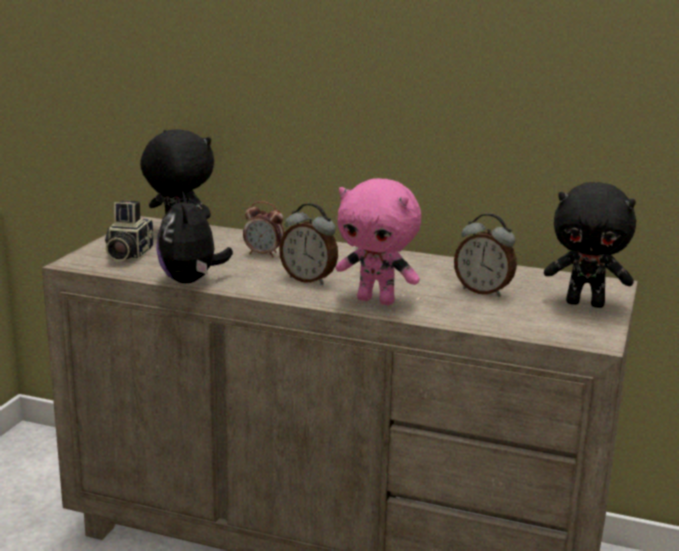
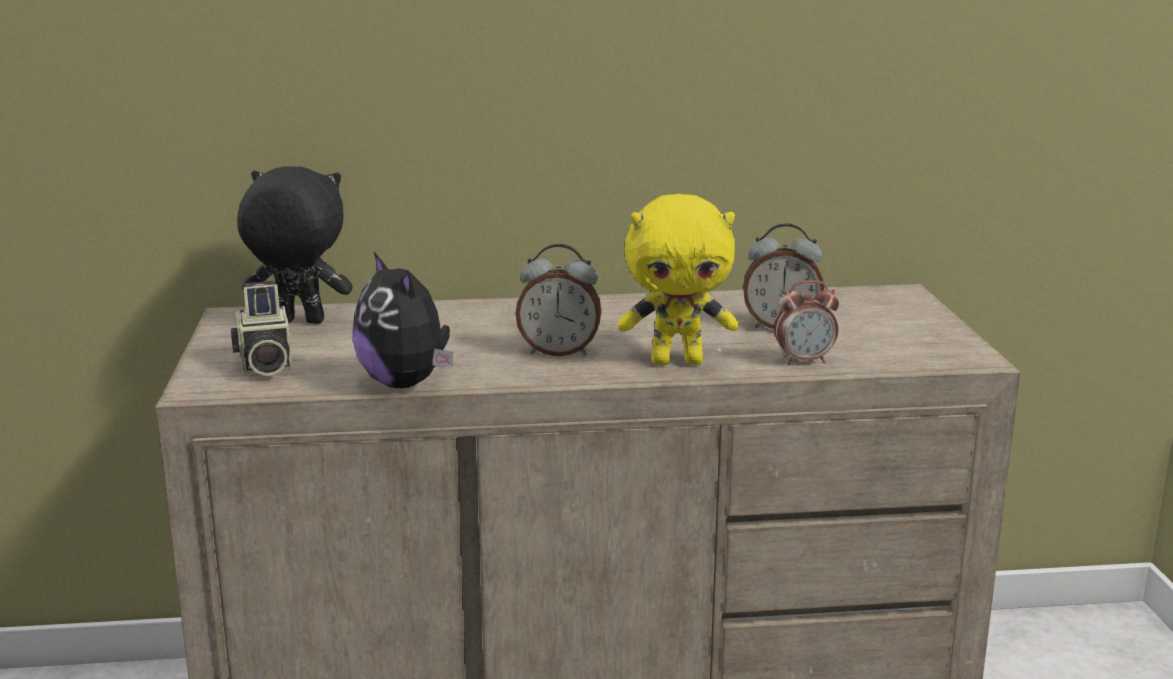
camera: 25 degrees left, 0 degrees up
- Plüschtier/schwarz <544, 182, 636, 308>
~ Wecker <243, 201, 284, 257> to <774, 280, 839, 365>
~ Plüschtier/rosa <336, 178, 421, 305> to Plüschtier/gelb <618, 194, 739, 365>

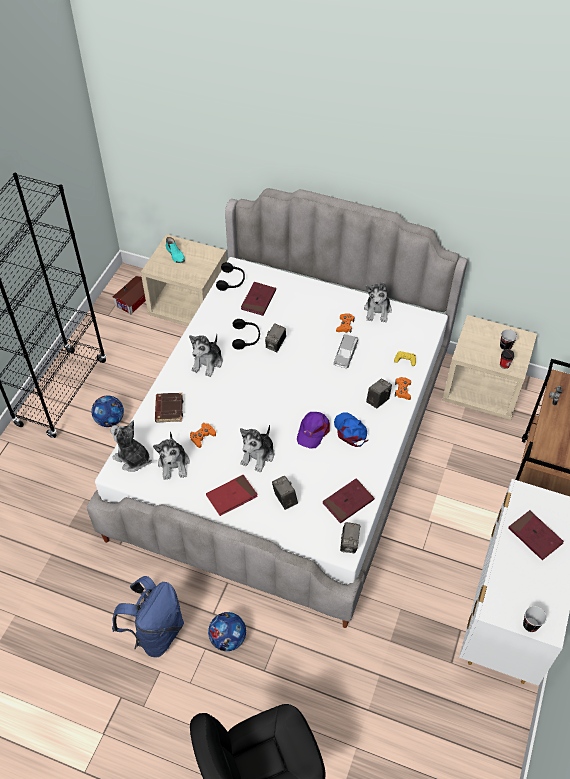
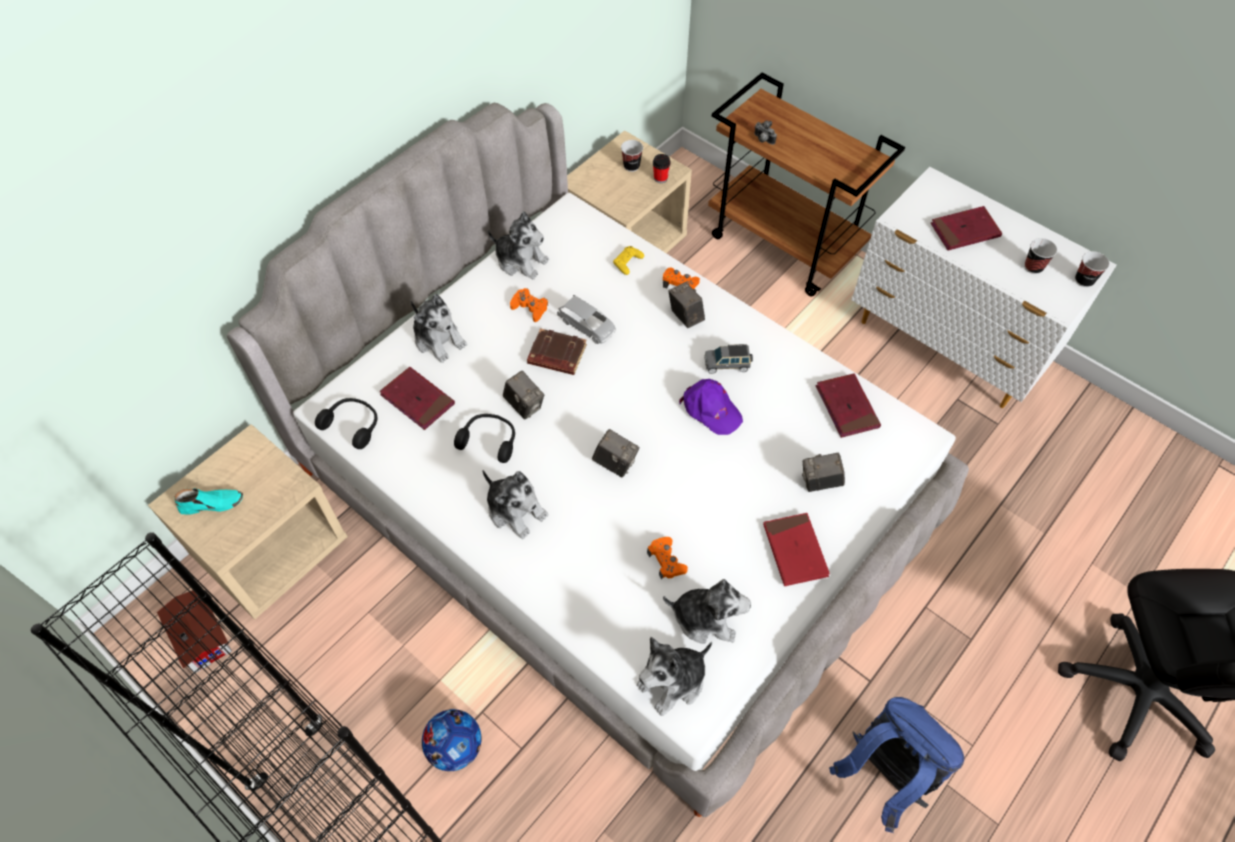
camera: 70 degrees left, 5 degrees up
- Fußball <208, 612, 246, 651>
+ Tasse <1025, 238, 1057, 274>
~ Buch/braun <155, 393, 183, 422> to <527, 328, 587, 375>
~ Plüschtier <240, 425, 275, 472> to <411, 294, 467, 363>
~ Kamera <340, 522, 361, 553> to <592, 429, 639, 477>
~ Kappe/blau <334, 412, 369, 447> to Spielzeugauto/grau <705, 344, 753, 374>

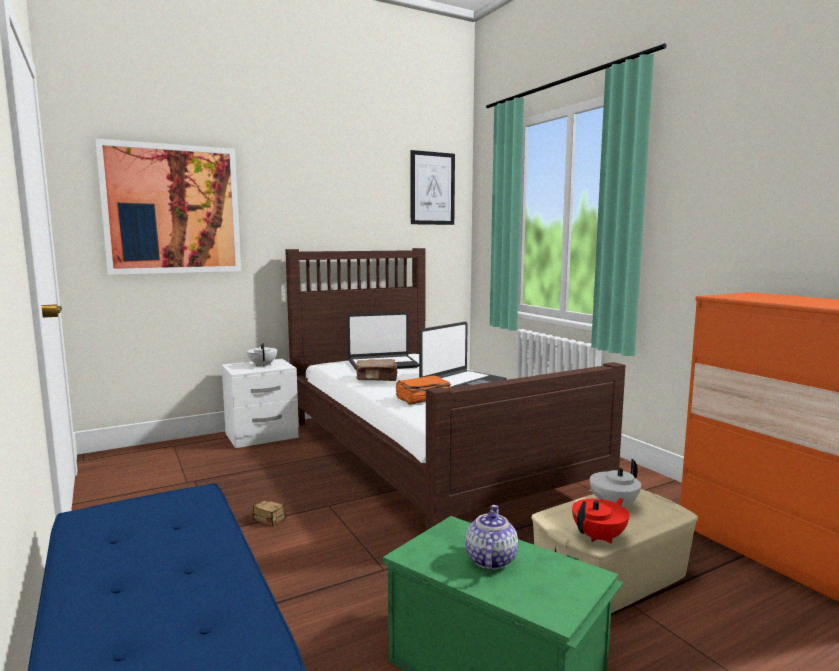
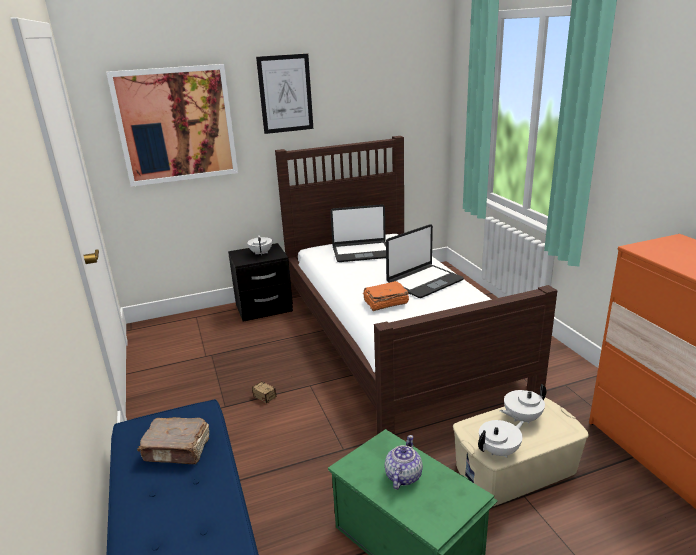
camera: 10 degrees right, 15 degrees up
~ Buch/braun <356, 359, 398, 381> to <137, 417, 209, 464>
~ Bild <410, 150, 455, 225> to <256, 54, 313, 134>
~ Nachttisch/weiß <221, 359, 299, 448> to Nachttisch/schwarz <228, 243, 293, 322>
~ Teekanne/rot <572, 498, 629, 544> to Teekanne/weiß <478, 420, 524, 458>

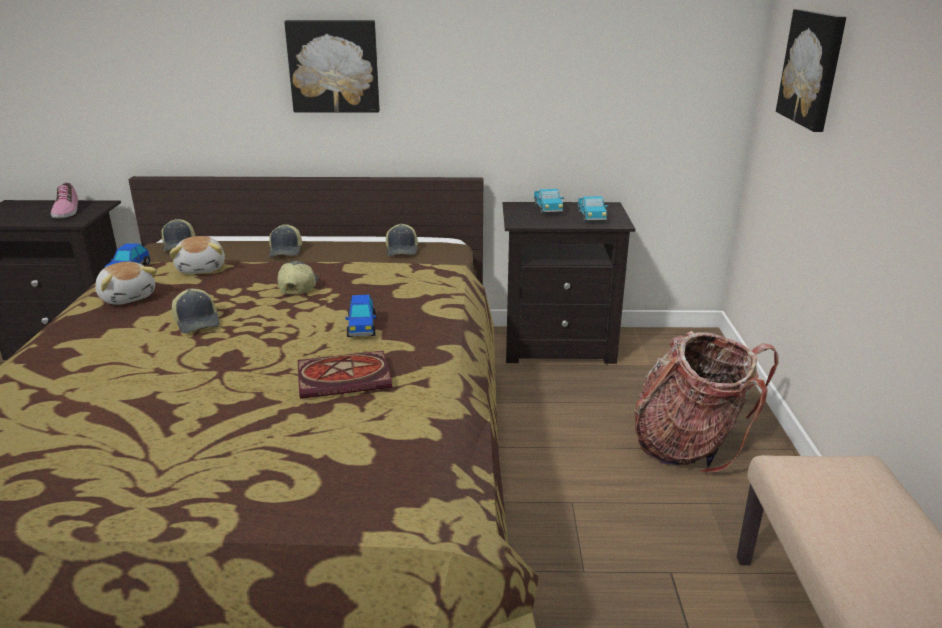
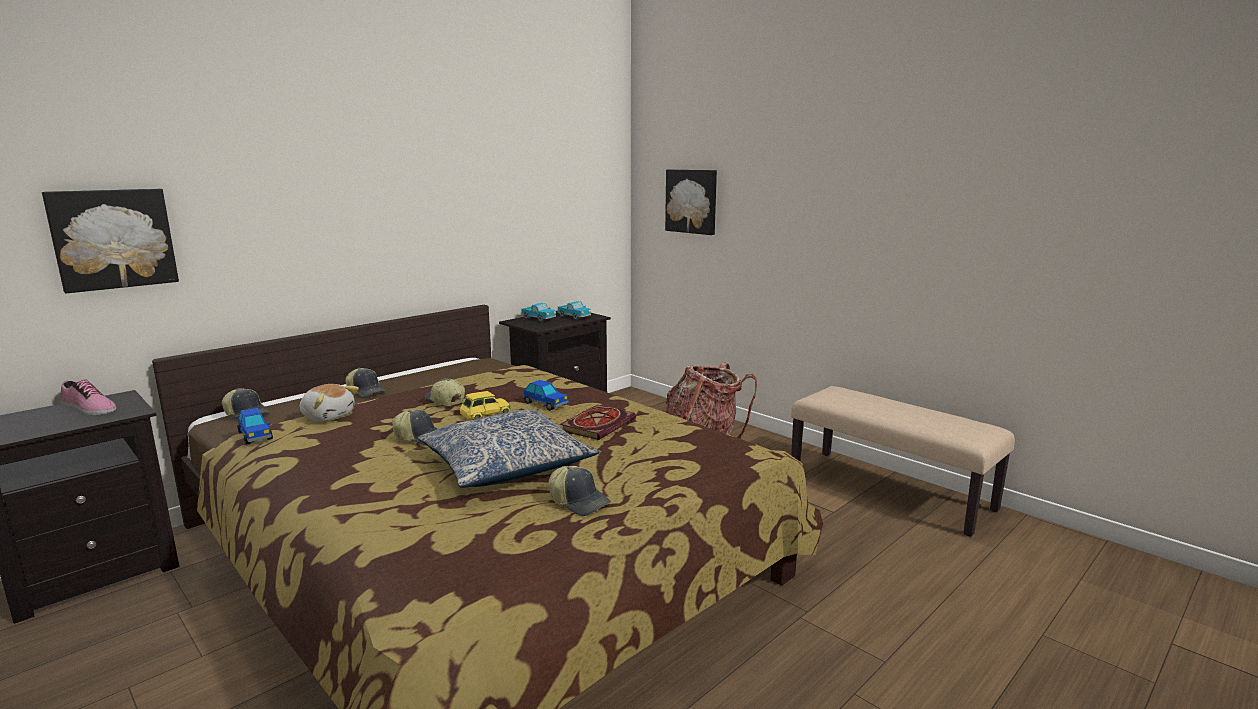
camera: 45 degrees left, 10 degrees down
- Plüschtier <95, 262, 157, 305>
+ Kissen <418, 410, 600, 488>
+ Spielzeugauto/gelb <459, 391, 511, 419>
~ Bild <284, 20, 380, 113> to <42, 189, 179, 293>
~ Kappe <386, 224, 418, 256> to <548, 466, 611, 516>

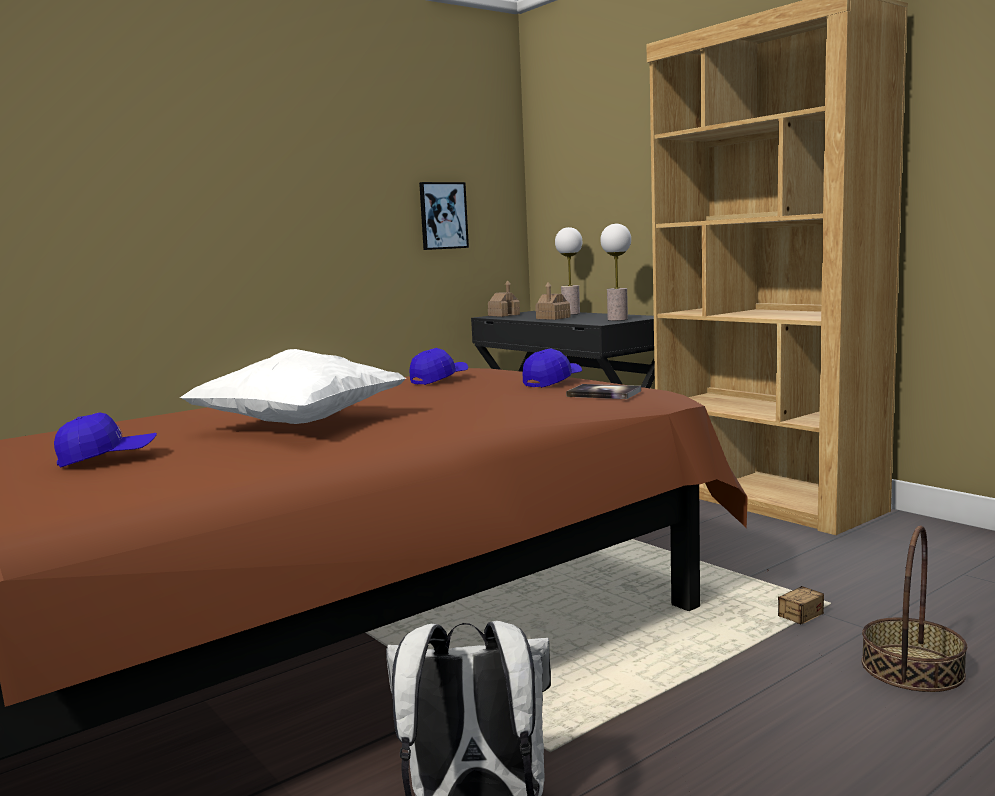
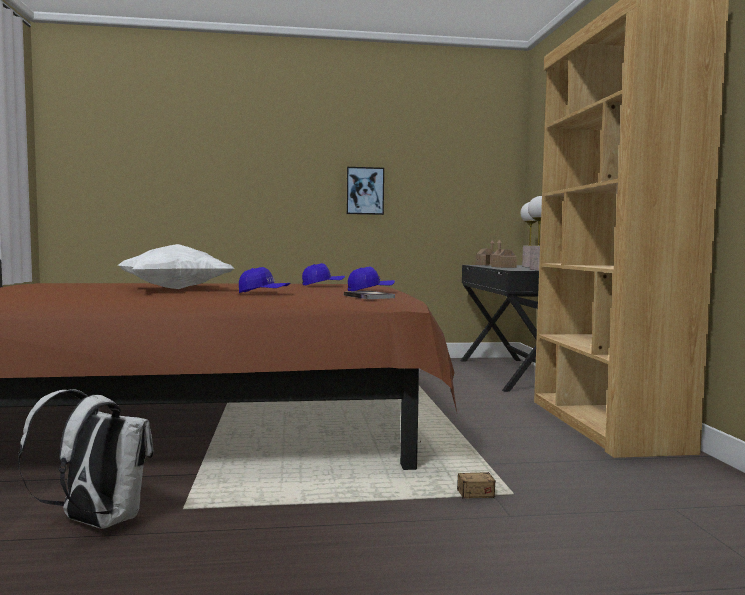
camera: 30 degrees right, 5 degrees down
- Korb <862, 525, 967, 692>
~ Kappe/blau <54, 412, 157, 468> to <239, 267, 290, 293>
~ Bild <419, 182, 469, 250> to <347, 167, 384, 215>

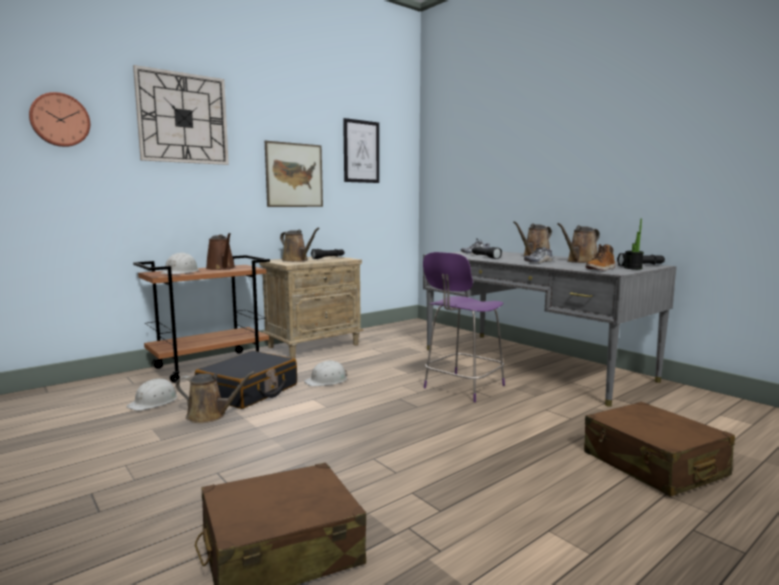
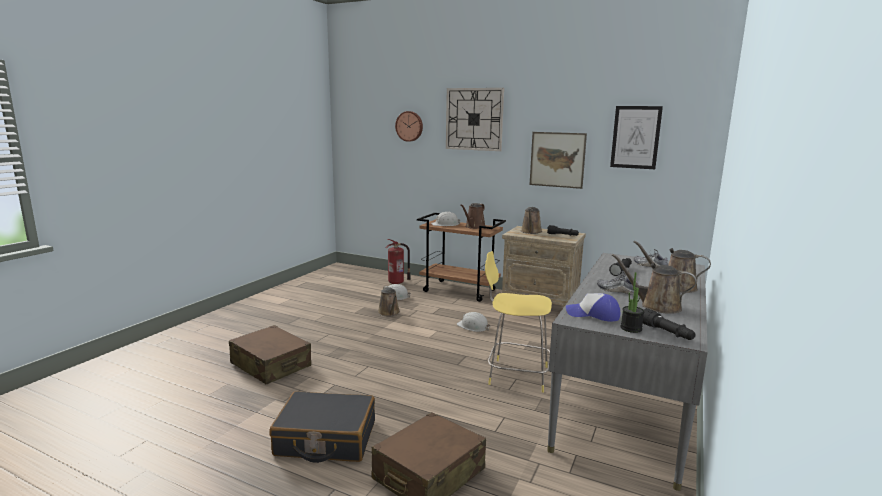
camera: 65 degrees right, 5 degrees up
+ Feuerlöscher <385, 239, 411, 284>
~ Koffer/schwarz <195, 351, 297, 409> to <269, 391, 375, 463>
~ Stiefel <585, 244, 615, 271> to Kappe <566, 293, 620, 322>
~ Hocker/lila <423, 252, 505, 402> to Hocker/gelb <485, 251, 552, 393>

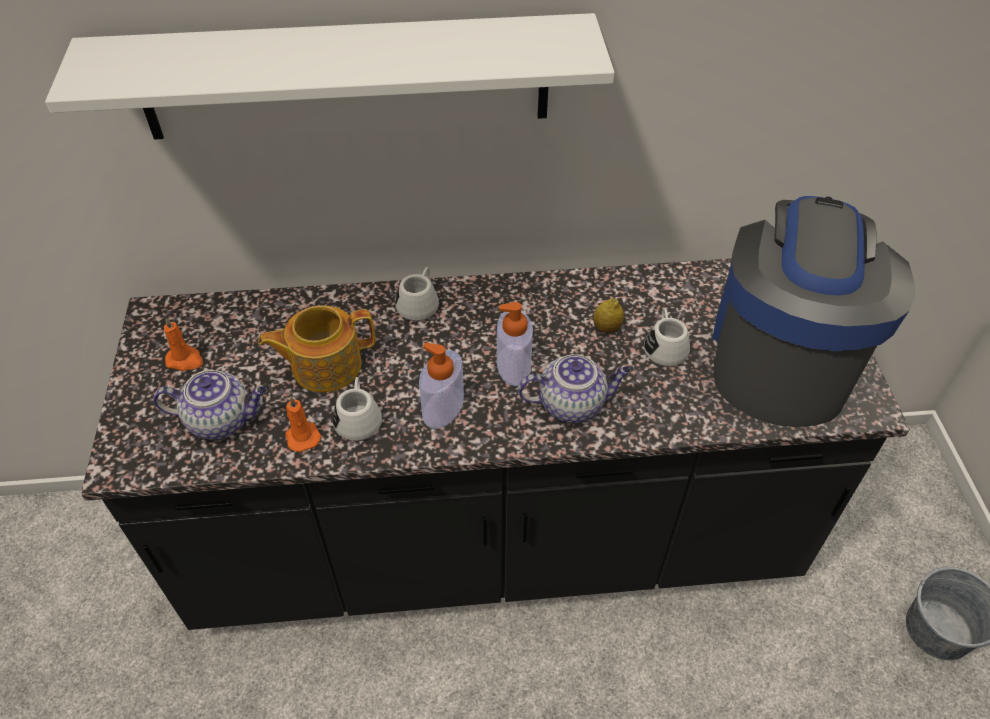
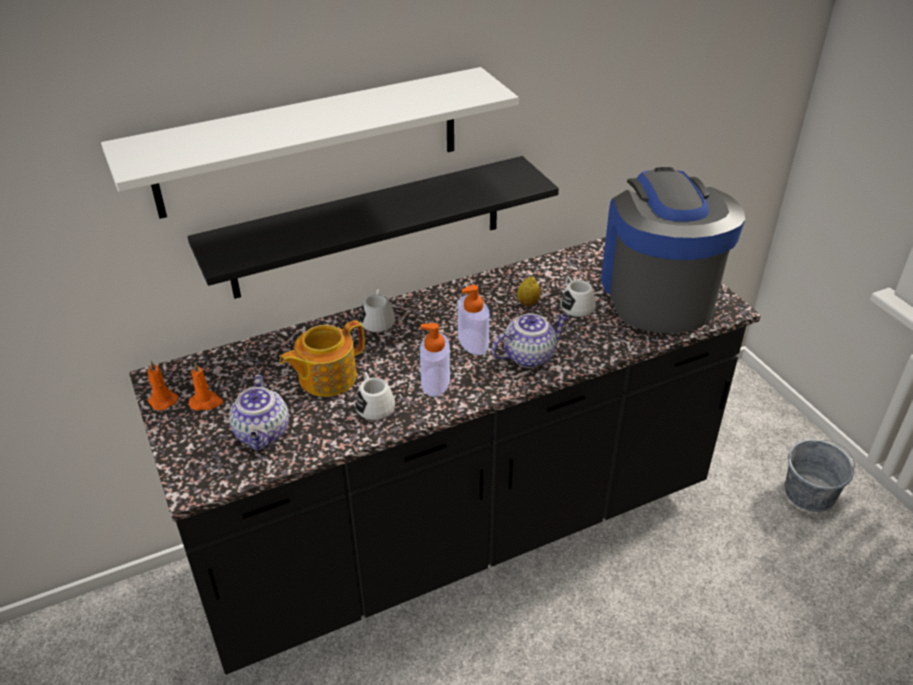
camera: 20 degrees left, 10 degrees down
+ Wandregal/schwarz <187, 156, 559, 299>
~ Kerze/orange <285, 396, 321, 452> to <148, 361, 178, 410>
~ Teekanne <153, 370, 267, 440> = <229, 375, 289, 450> 105 degrees clockwise

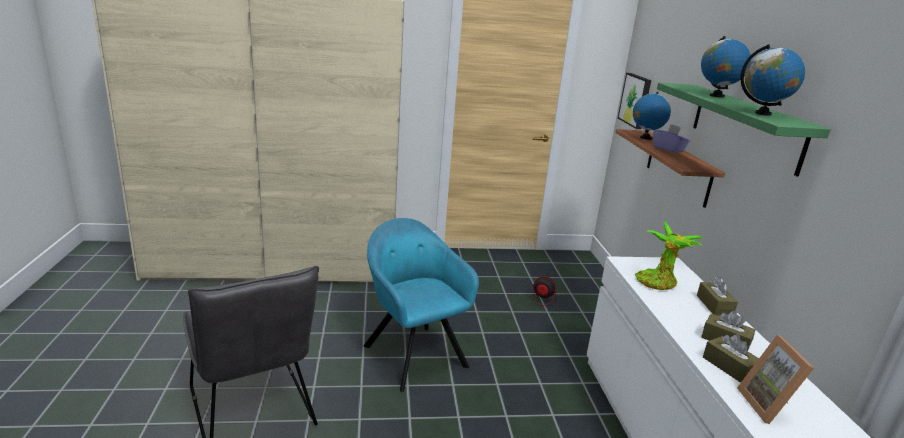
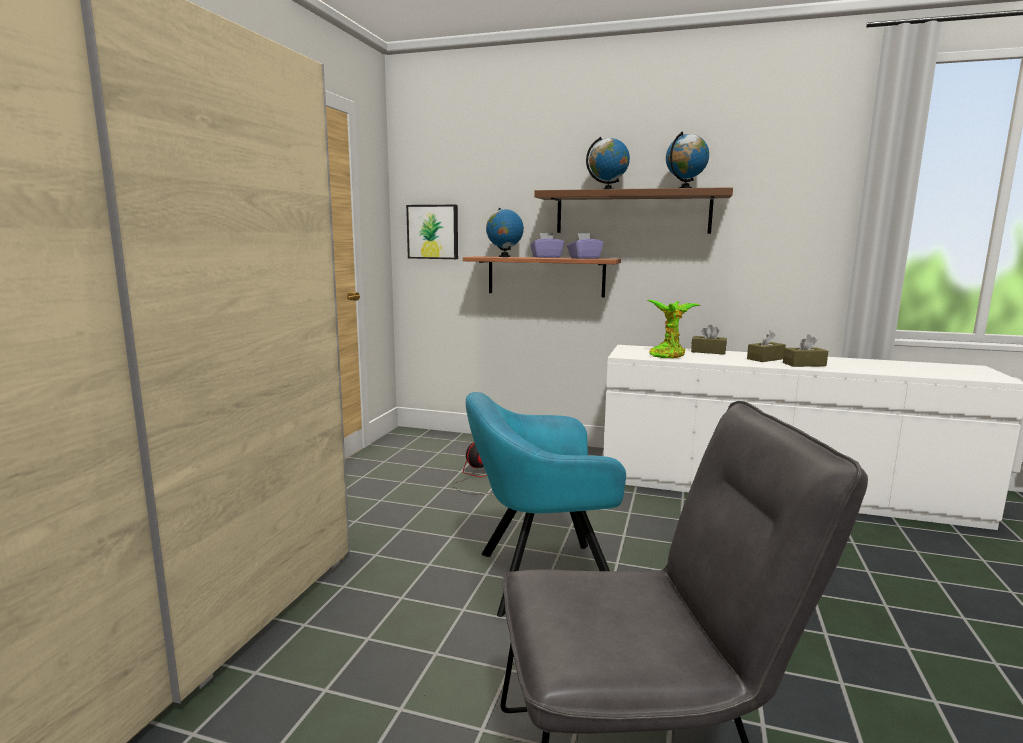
camera: 65 degrees left, 10 degrees down
- Bilderrahmen <737, 335, 814, 424>
+ Taschentuchbox/lila <567, 233, 603, 259>
~ Wandregal/grün <657, 82, 831, 177> to Wandregal/braun <534, 187, 733, 234>

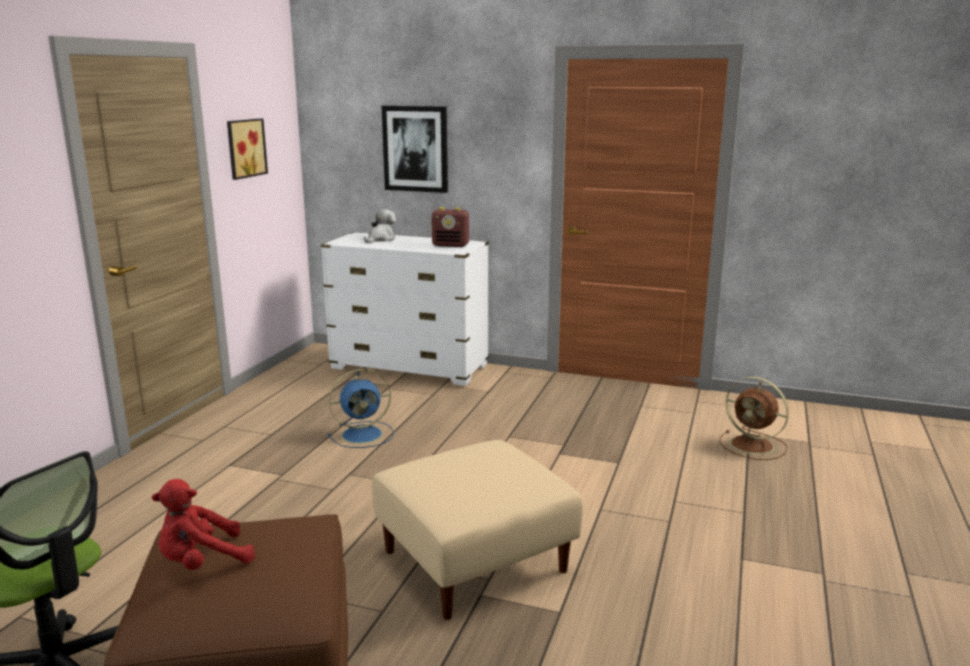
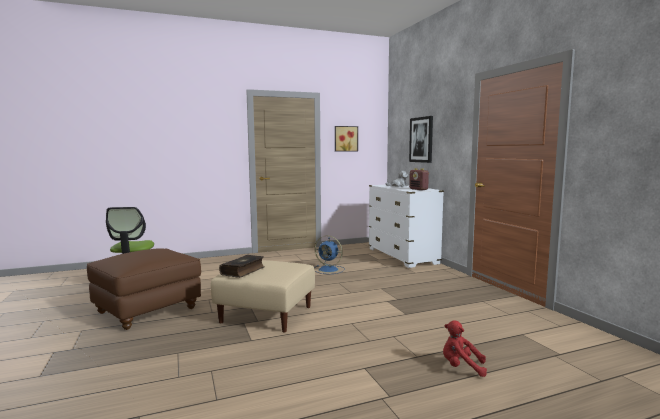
camera: 50 degrees right, 10 degrees down
- Ventilator/braun <720, 377, 789, 460>
+ Buch <219, 255, 264, 278>
~ Plüschtier/rot <152, 479, 255, 570> to <443, 320, 487, 377>

